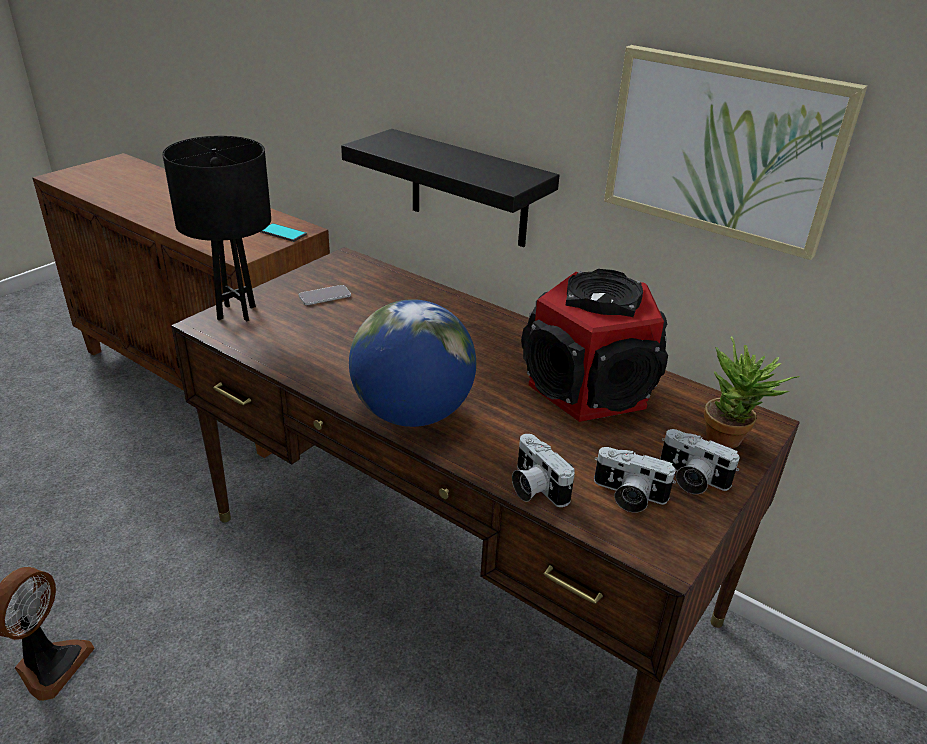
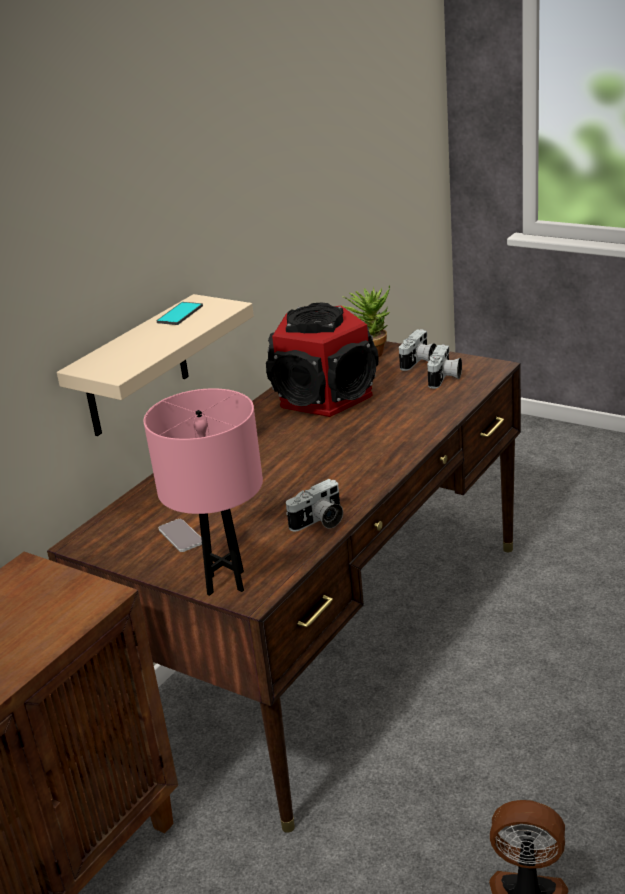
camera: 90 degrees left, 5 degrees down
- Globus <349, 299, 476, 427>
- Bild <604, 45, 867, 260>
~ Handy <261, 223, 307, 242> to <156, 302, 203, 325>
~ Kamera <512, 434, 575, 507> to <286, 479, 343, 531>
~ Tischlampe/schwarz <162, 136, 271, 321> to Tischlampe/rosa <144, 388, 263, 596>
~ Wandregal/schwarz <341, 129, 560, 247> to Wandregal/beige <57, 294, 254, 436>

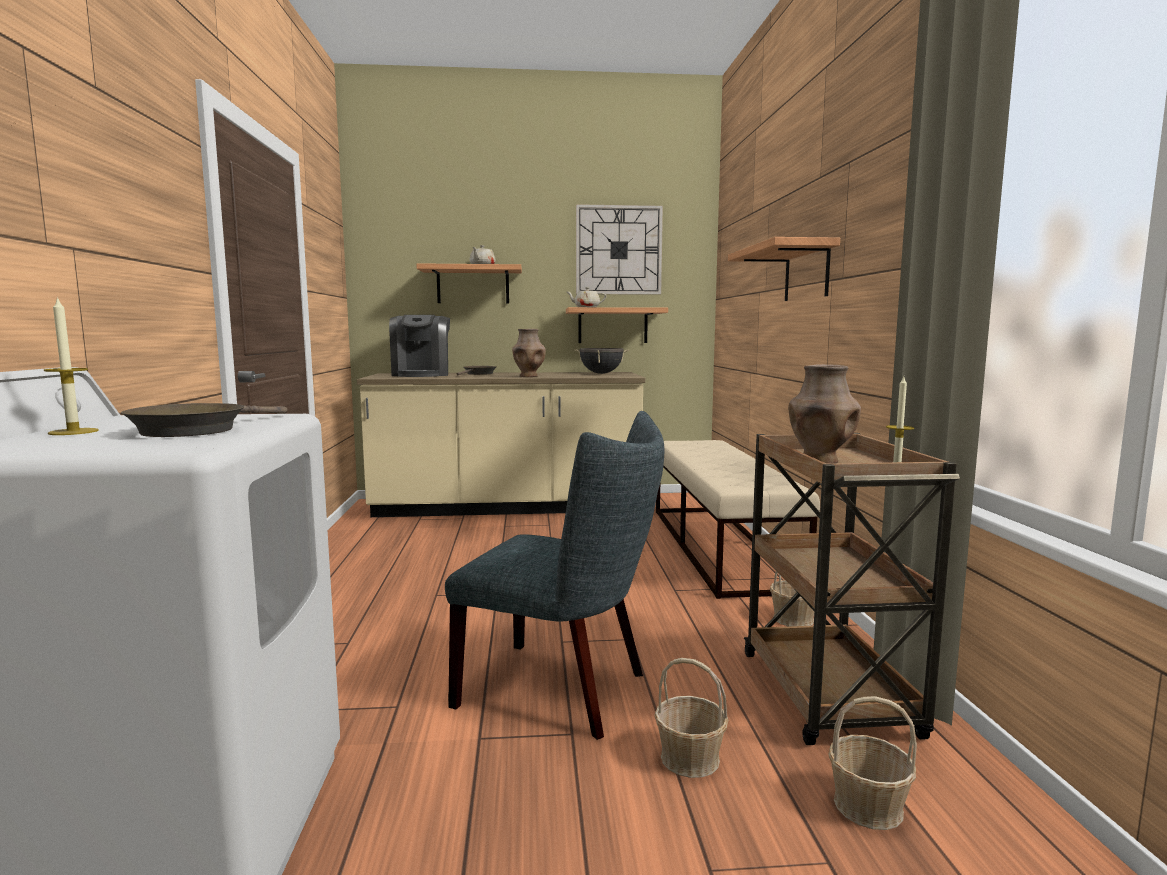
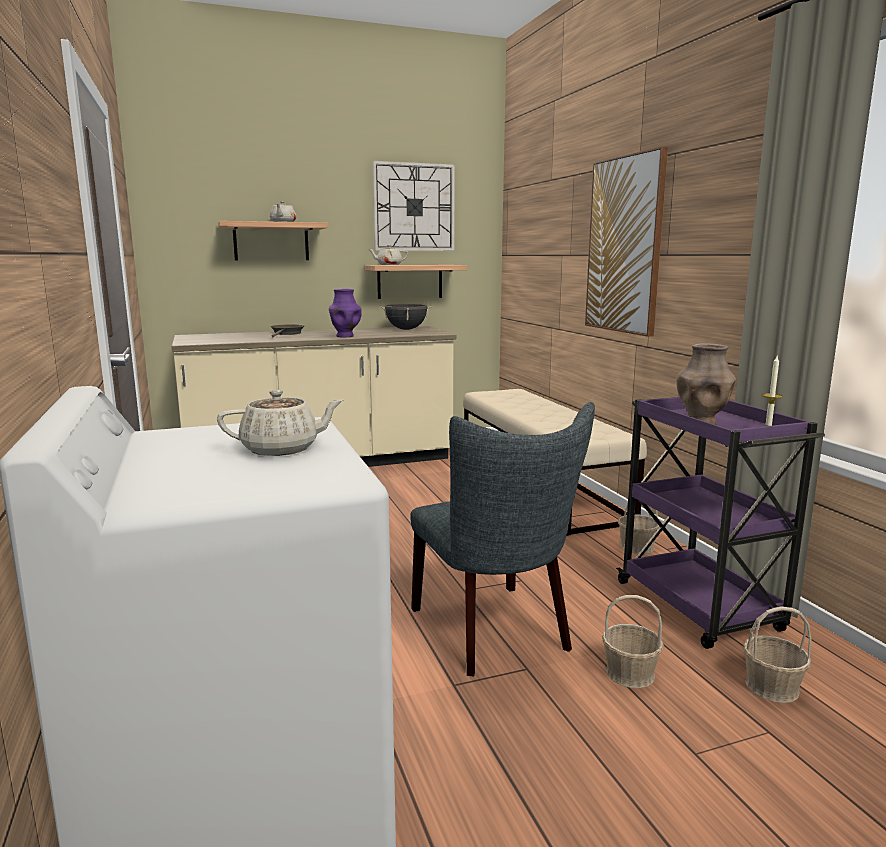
camera: 15 degrees left, 5 degrees up
- Kerze <44, 297, 99, 435>
- Kaffeemaschine <389, 315, 450, 377>
~ Pfanne/braun <121, 403, 287, 437> to Teekanne/beige <217, 390, 343, 456>
~ Wandregal <728, 237, 840, 301> to Bild <585, 146, 668, 337>
~ Vase/braun <512, 329, 546, 377> to Vase/lila <329, 289, 362, 337>
~ Rollwagen/braun <744, 433, 960, 745> to Rollwagen/lila <616, 397, 825, 649>
~ Stuhl/grau <445, 411, 664, 740> = <410, 402, 595, 677> 60 degrees clockwise

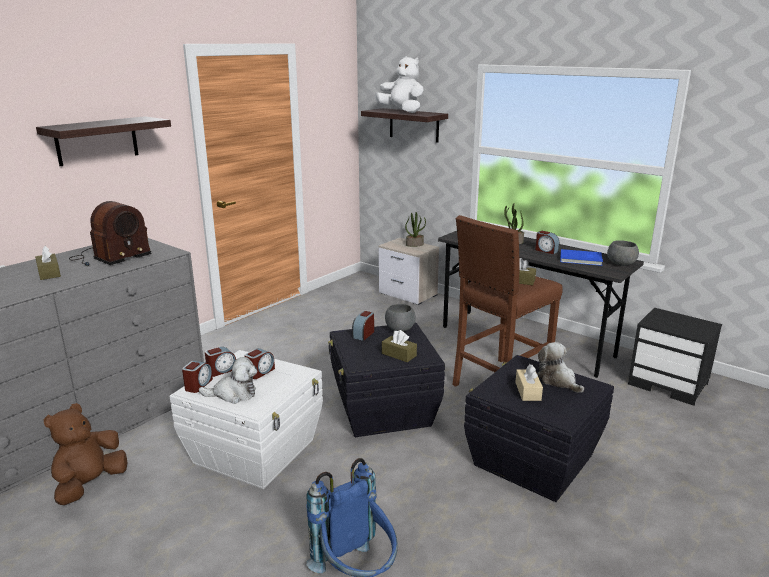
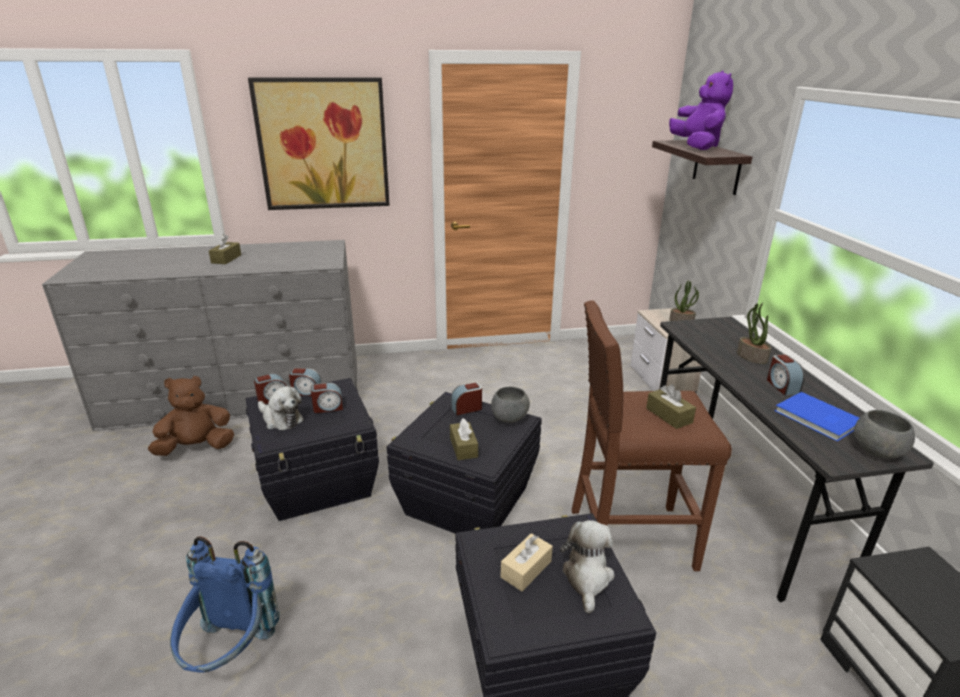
camera: 40 degrees right, 5 degrees up
- Radio <69, 201, 152, 266>
~ Wandregal <36, 116, 171, 166> to Bild <248, 77, 390, 210>
~ Aufbewahrungsbox/weiß <170, 350, 323, 489> to Aufbewahrungsbox/schwarz <246, 378, 379, 521>
~ Plüschtier/weiß <375, 56, 424, 113> to Plüschtier/lila <669, 71, 733, 150>

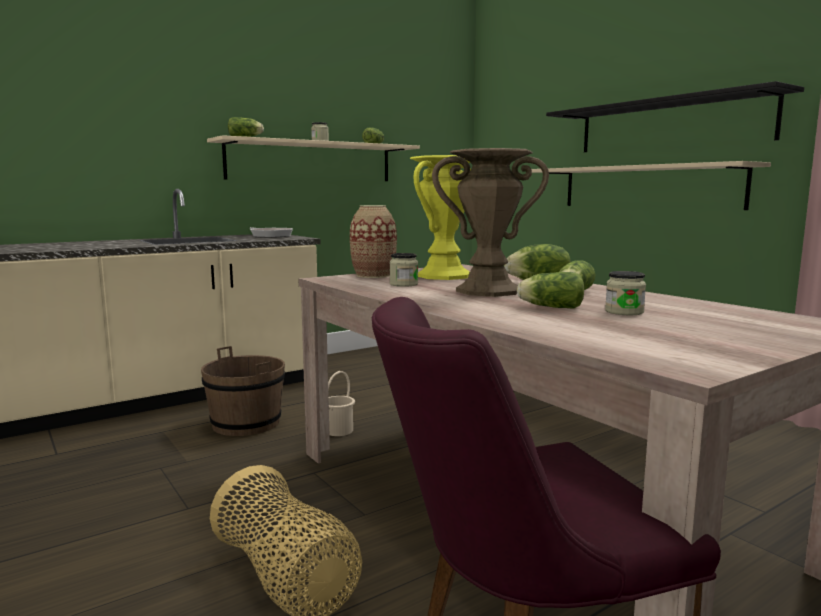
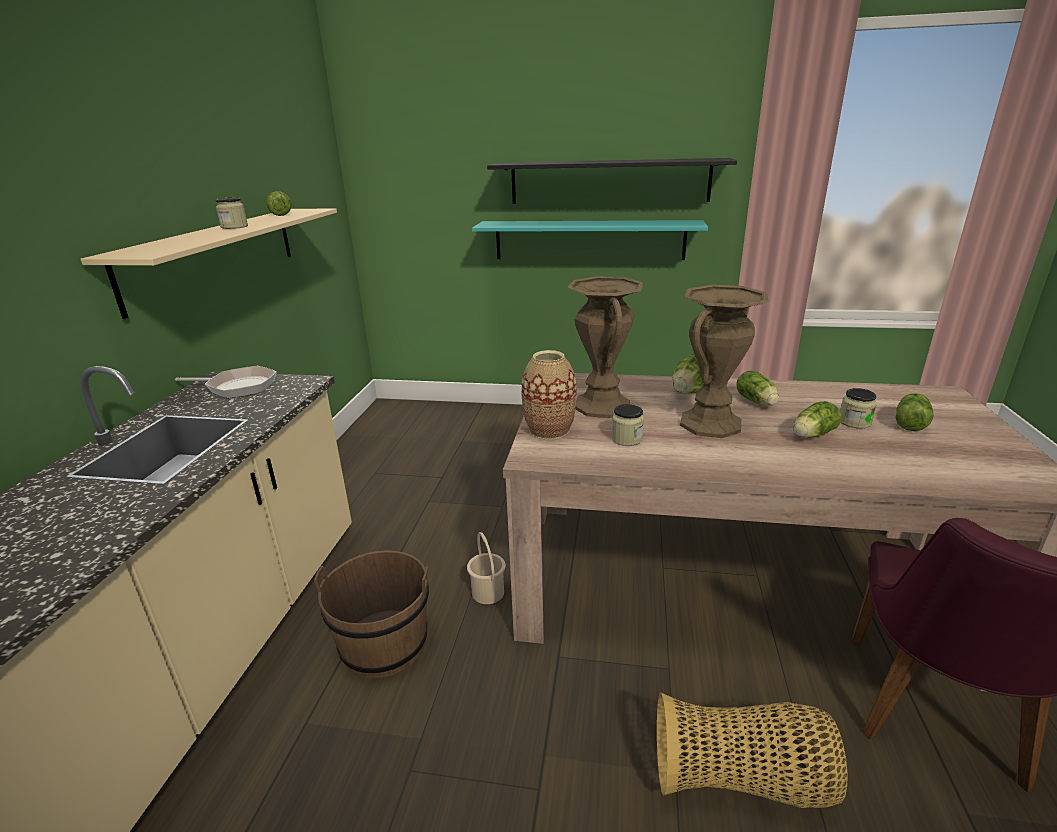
camera: 45 degrees left, 15 degrees up
~ Salatkopf <228, 117, 264, 137> to <896, 393, 934, 431>
~ Vase/gelb <410, 155, 471, 280> to Vase/braun <567, 276, 644, 418>
~ Wandregal/beige <532, 161, 771, 210> to Wandregal/türkis <472, 220, 708, 260>

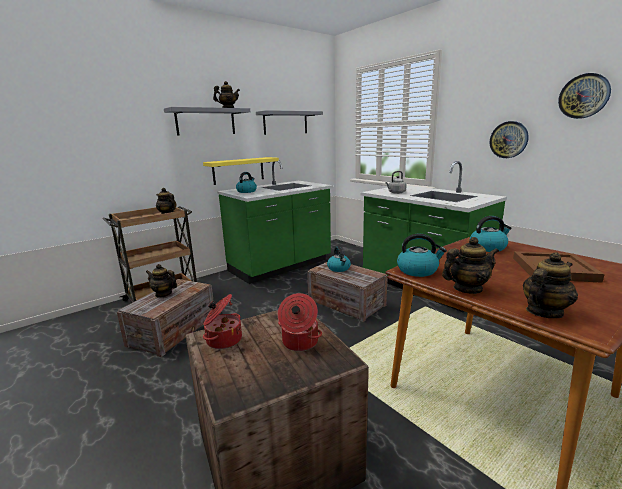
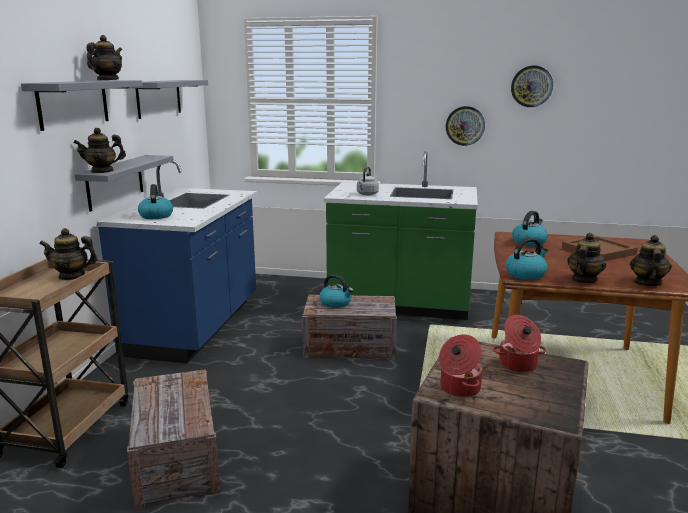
camera: 40 degrees left, 0 degrees up
~ Teekanne <146, 264, 177, 298> to <73, 128, 126, 173>
~ Wandregal/gelb <203, 157, 279, 185> to Wandregal/grau <74, 155, 173, 212>
~ Küchenzeile/grün <217, 160, 333, 284> to Küchenzeile/blau <97, 160, 257, 364>

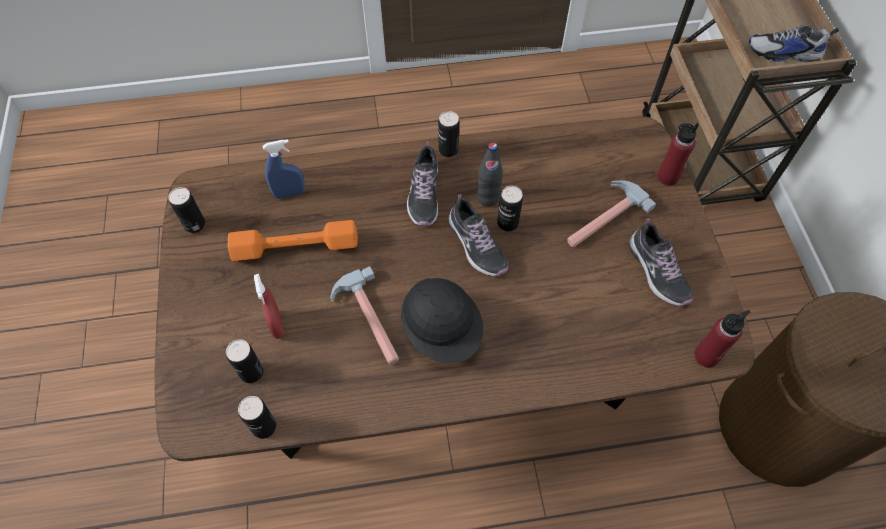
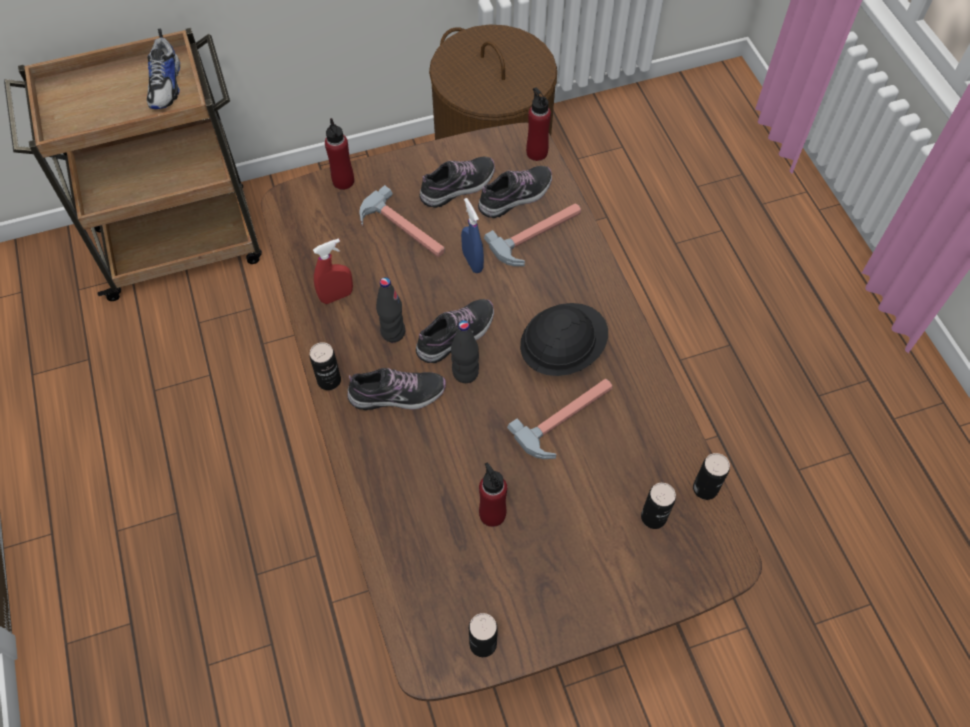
camera: 100 degrees left, 0 degrees up
- Dose <497, 186, 523, 231>
+ Flasche/schwarz <451, 320, 479, 383>
+ Schuh <478, 166, 552, 218>
+ Hammer <484, 203, 581, 266>
~ Sprühflasche/rot <254, 274, 284, 339> to <313, 238, 353, 304>
~ Sprühflasche/blau <263, 139, 305, 199> to <461, 198, 484, 273>
~ Hantel/orange <228, 220, 358, 261> to Flasche/rot <479, 463, 507, 527>

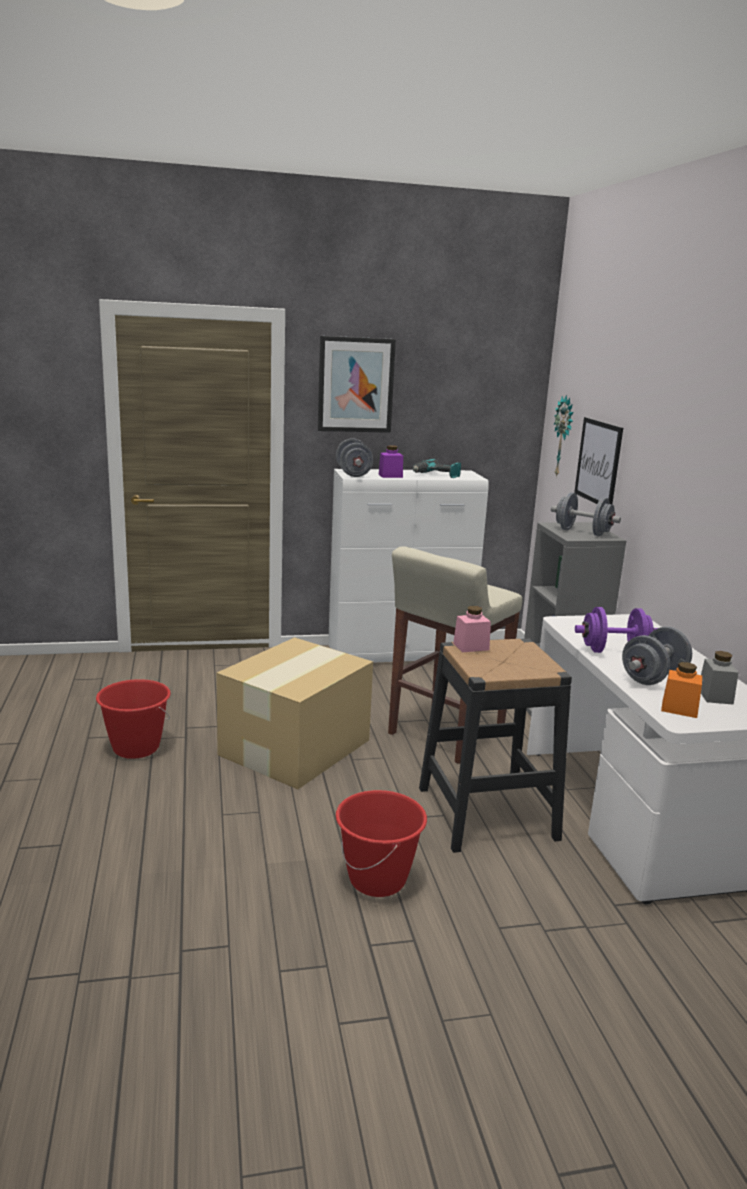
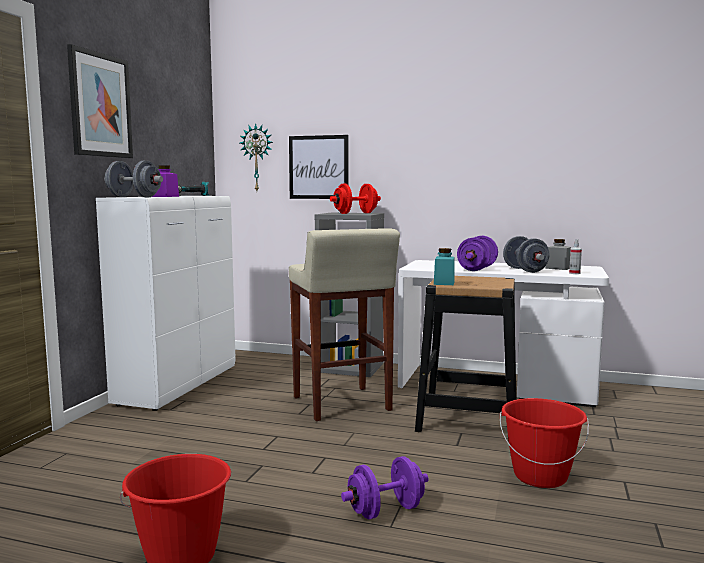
camera: 60 degrees left, 10 degrees down
- Karton <216, 637, 373, 789>
+ Hantel/lila <341, 456, 429, 519>
~ Vorratsglas/orange <661, 662, 702, 718> to Sprühflasche <569, 239, 582, 274>
~ Vorratsglas/rosa <453, 606, 491, 652> to Vorratsglas/türkis <434, 248, 455, 285>
~ Hantel/grau <551, 493, 621, 536> to Hantel/rot <330, 184, 381, 214>

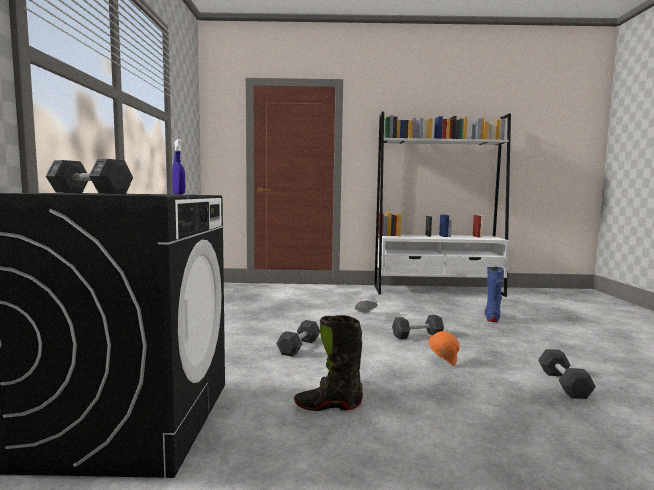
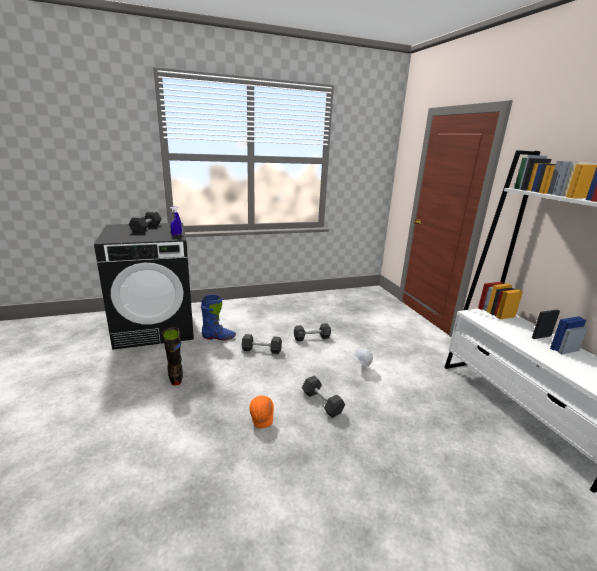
camera: 70 degrees right, 15 degrees up
~ Stiefel/blau <485, 267, 504, 322> to <201, 294, 236, 340>
~ Hantel/schwarz <538, 349, 596, 399> to <294, 323, 331, 341>

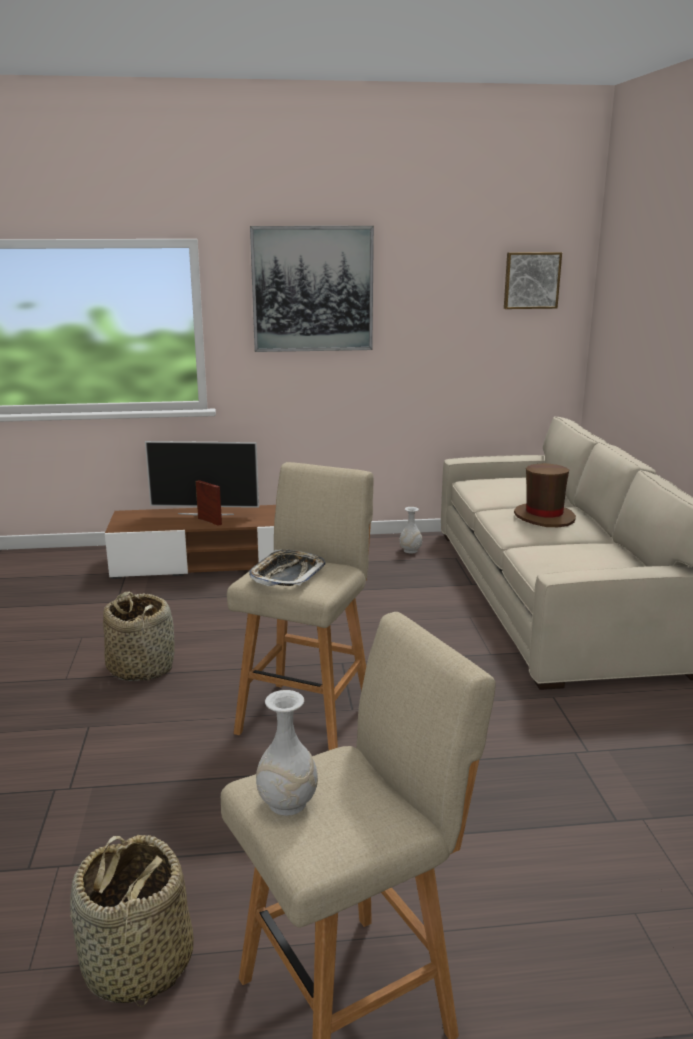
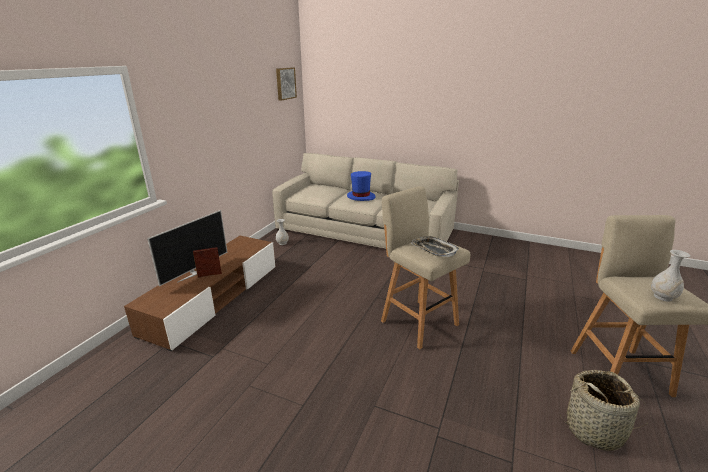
camera: 60 degrees left, 5 degrees up
- Korb <103, 592, 175, 681>
- Bild <250, 226, 374, 352>
~ Hut/braun <514, 463, 576, 527> to Hut/blau <347, 171, 376, 201>

